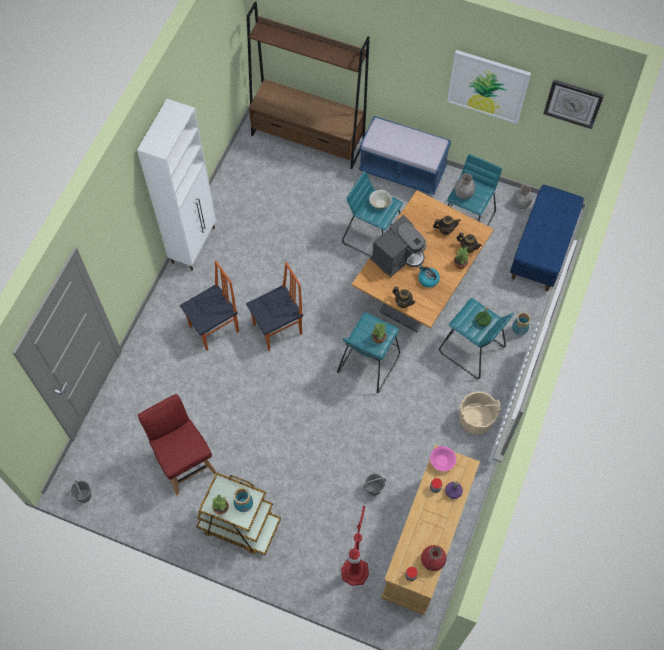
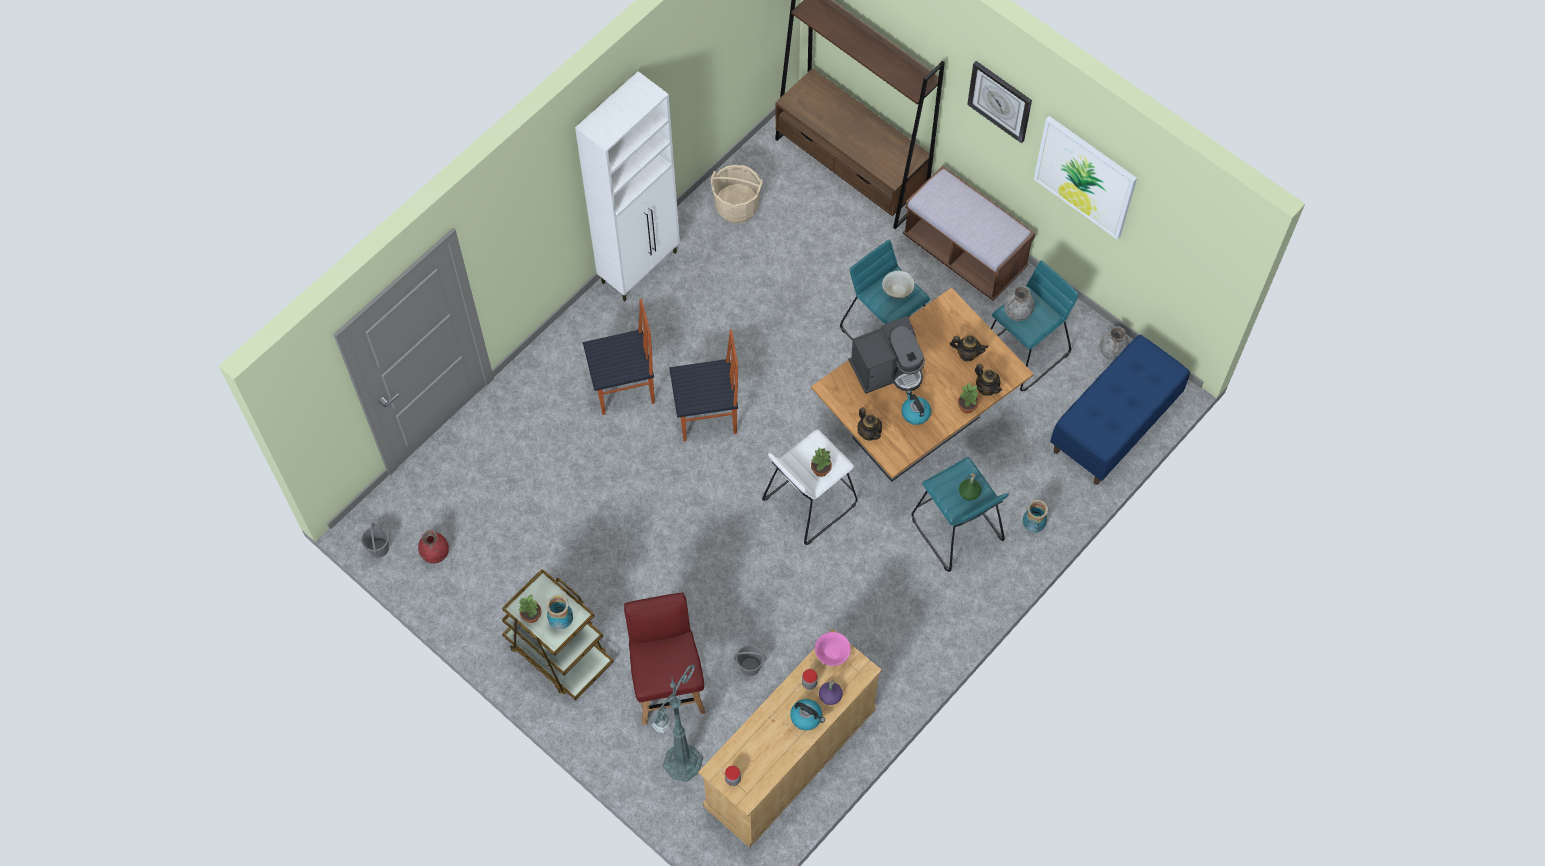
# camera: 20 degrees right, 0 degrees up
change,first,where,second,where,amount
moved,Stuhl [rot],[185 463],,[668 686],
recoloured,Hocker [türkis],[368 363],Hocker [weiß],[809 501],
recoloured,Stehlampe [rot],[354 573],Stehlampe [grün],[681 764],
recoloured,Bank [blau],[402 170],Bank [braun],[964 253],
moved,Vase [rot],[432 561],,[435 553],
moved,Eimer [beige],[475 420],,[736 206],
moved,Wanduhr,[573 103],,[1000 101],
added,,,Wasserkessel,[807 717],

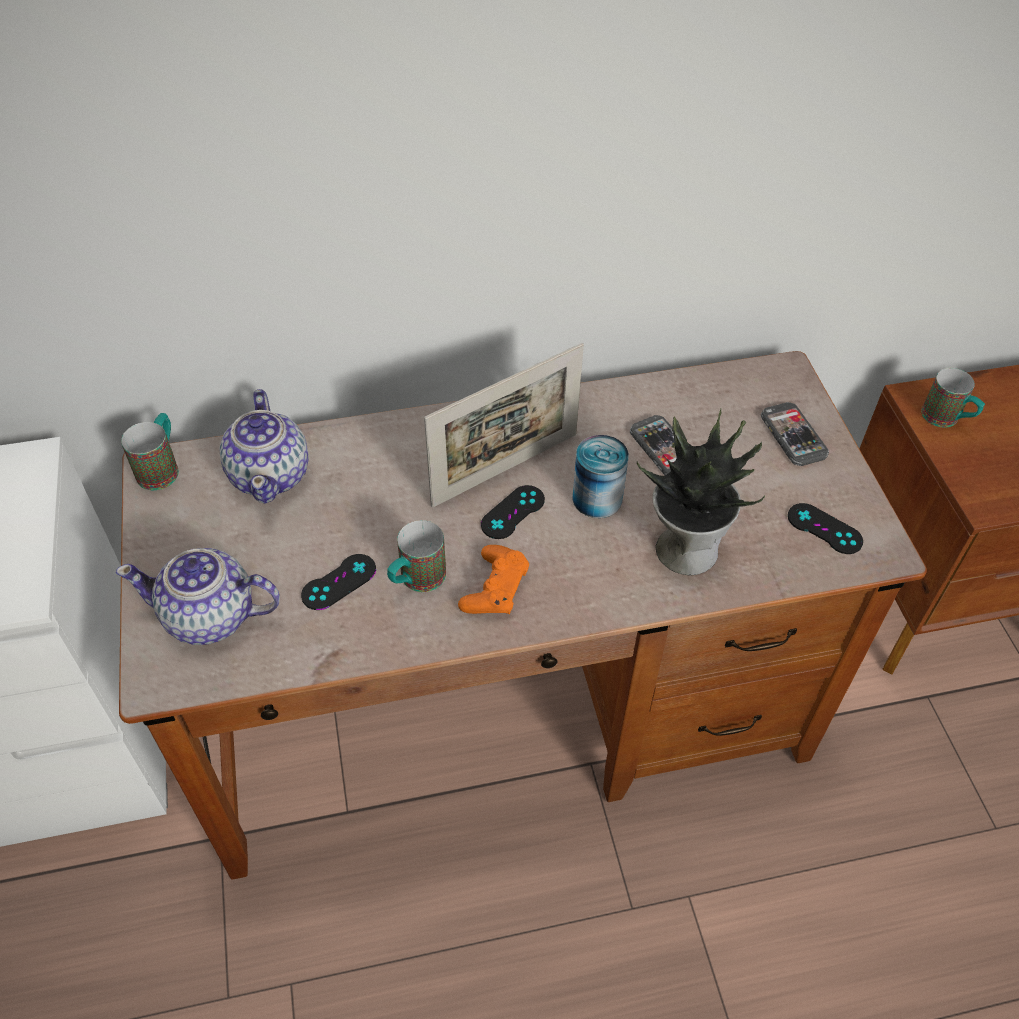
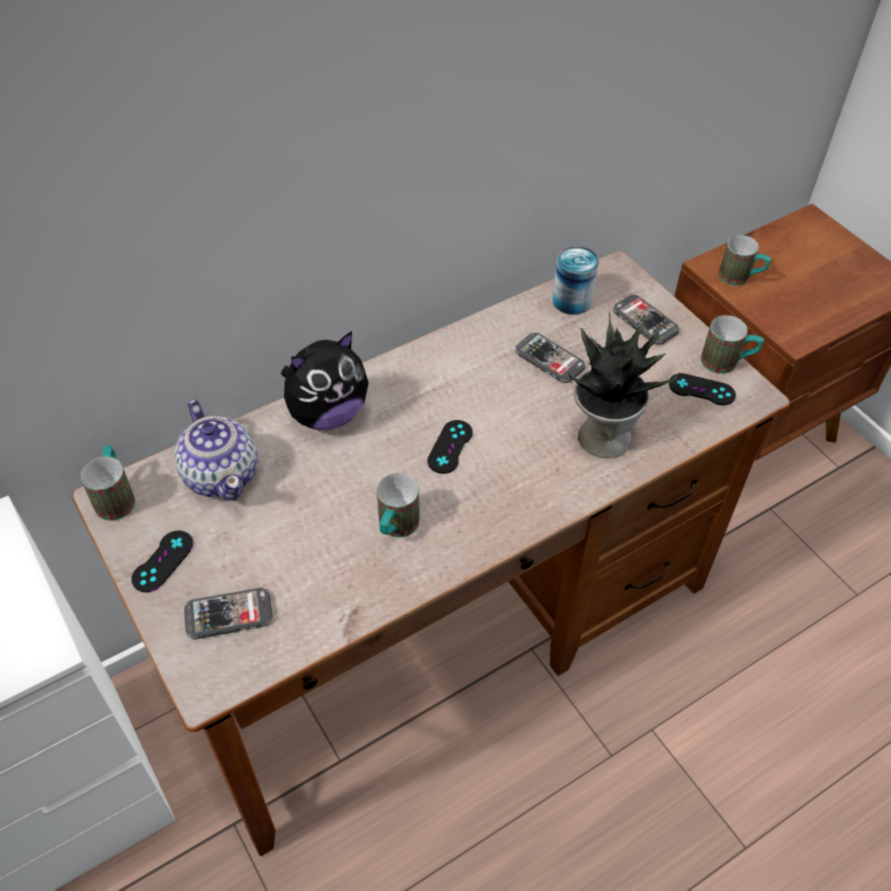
# camera: 20 degrees left, 0 degrees up
change,first,where,second,where,amount
replaced,Teekanne,[211 617],Handy,[228 615],
moved,Gamepad [schwarz],[339 582],,[163 561],
removed,Bilderrahmen,[505 469],,,
removed,Gamepad [orange],[495 587],,,
moved,Dose,[597 498],,[572 300],
added,,,Plüschtier,[327 413],
added,,,Henkelbecher,[727 363],

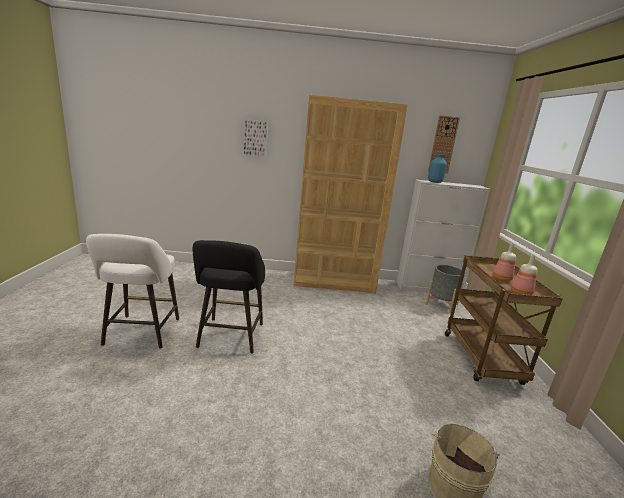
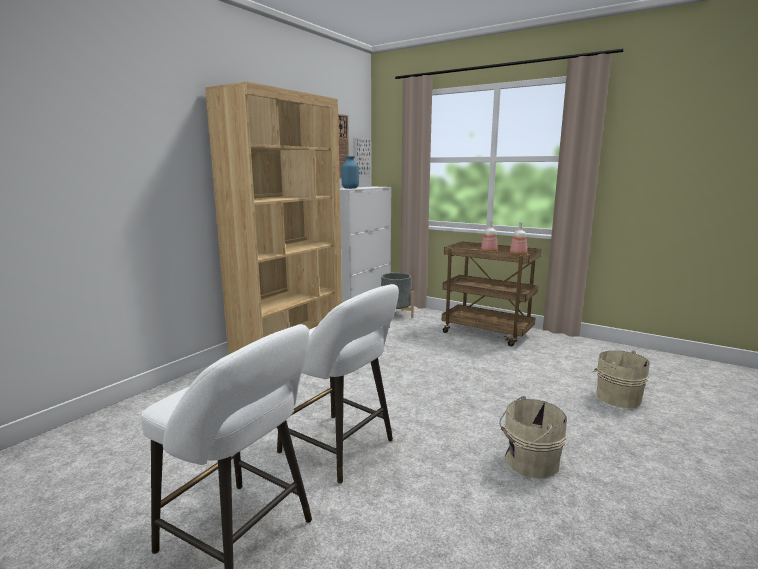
# camera: 55 degrees left, 5 degrees down
change,first,where,second,where,amount
recoloured,Hocker [schwarz],[230 338],Hocker [weiß],[341 449],
moved,Bild,[255 138],,[360 157],
added,,,Eimer [beige],[528 461],

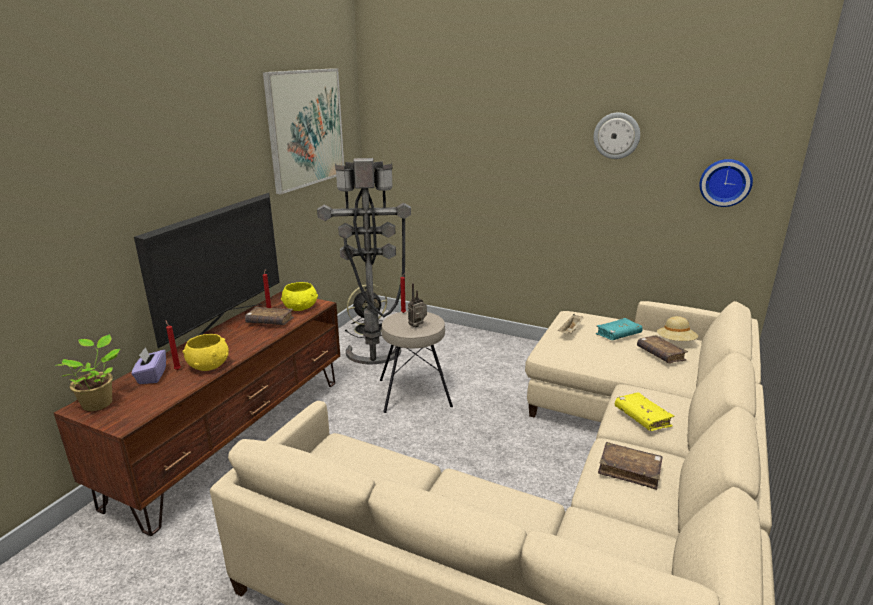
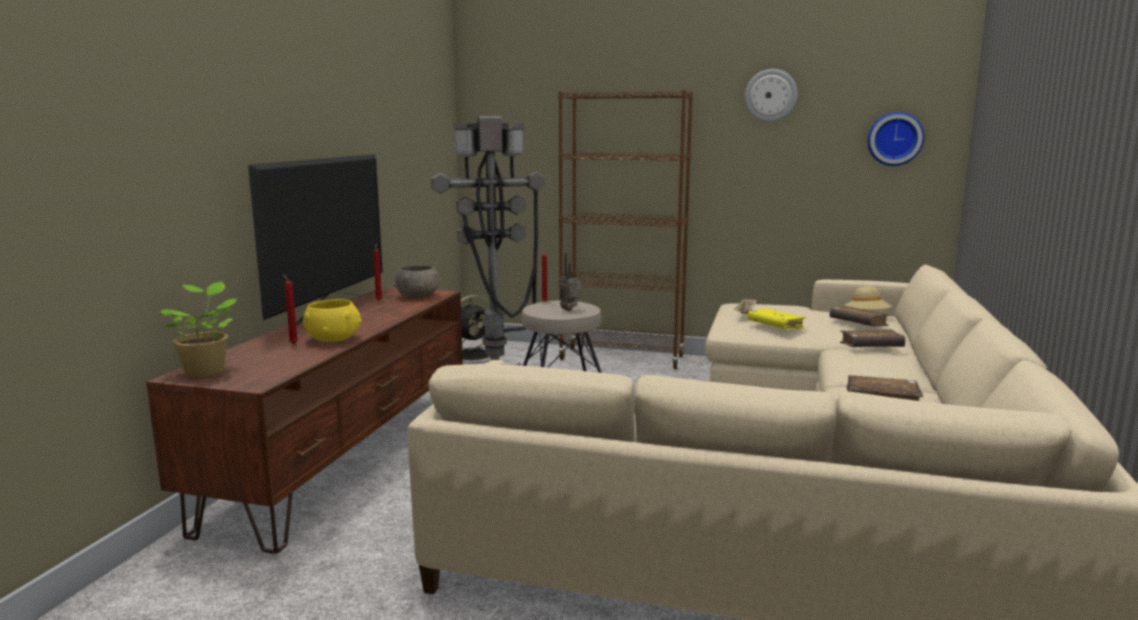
# camera: 10 degrees left, 10 degrees down
change,first,where,second,where,amount
removed,Taschentuchbox [lila],[151 376],,,
moved,Buch [braun],[270 322],,[871 347],
removed,Bild,[306 128],,,
recoloured,Schüssel [gelb],[301 308],Schüssel [grau],[418 296],
removed,Buch [türkis],[618 335],,,
moved,Buch [gelb],[642 417],,[775 326],
added,,,Bücherregal [braun],[622 358],

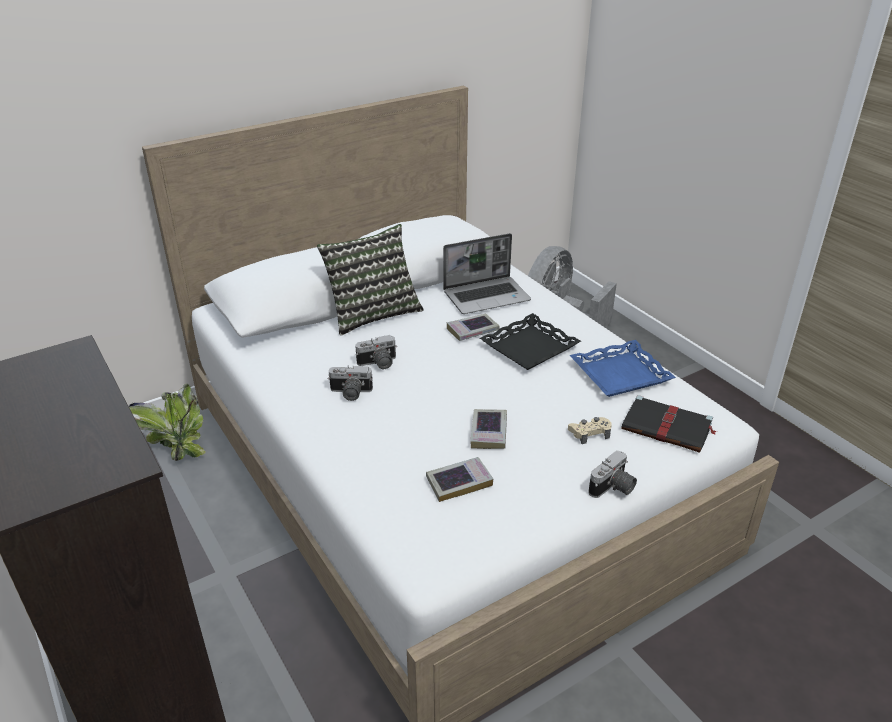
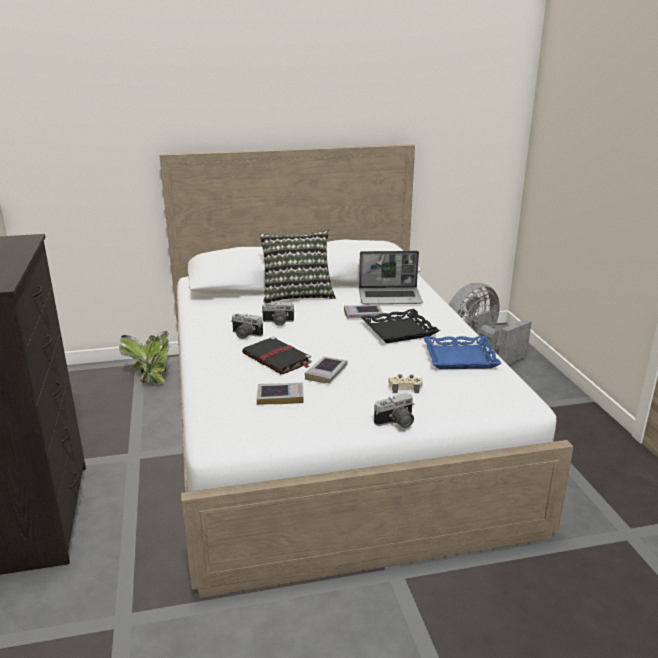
# camera: 20 degrees right, 10 degrees down
change,first,where,second,where,amount
moved,Buch [schwarz],[668 427],,[277 358],

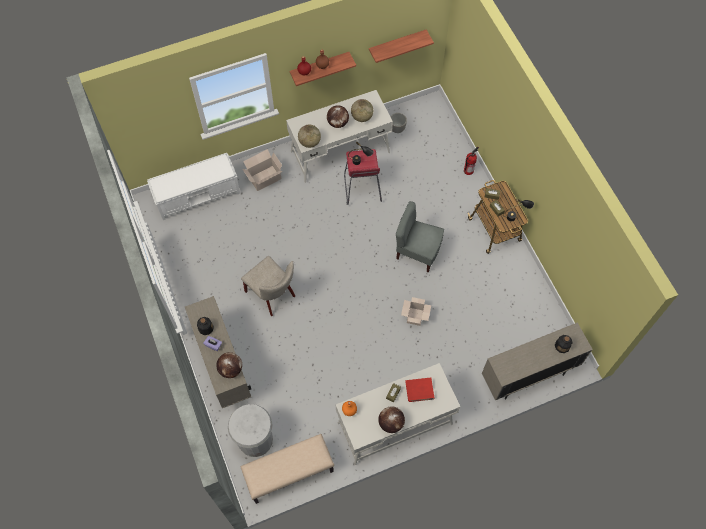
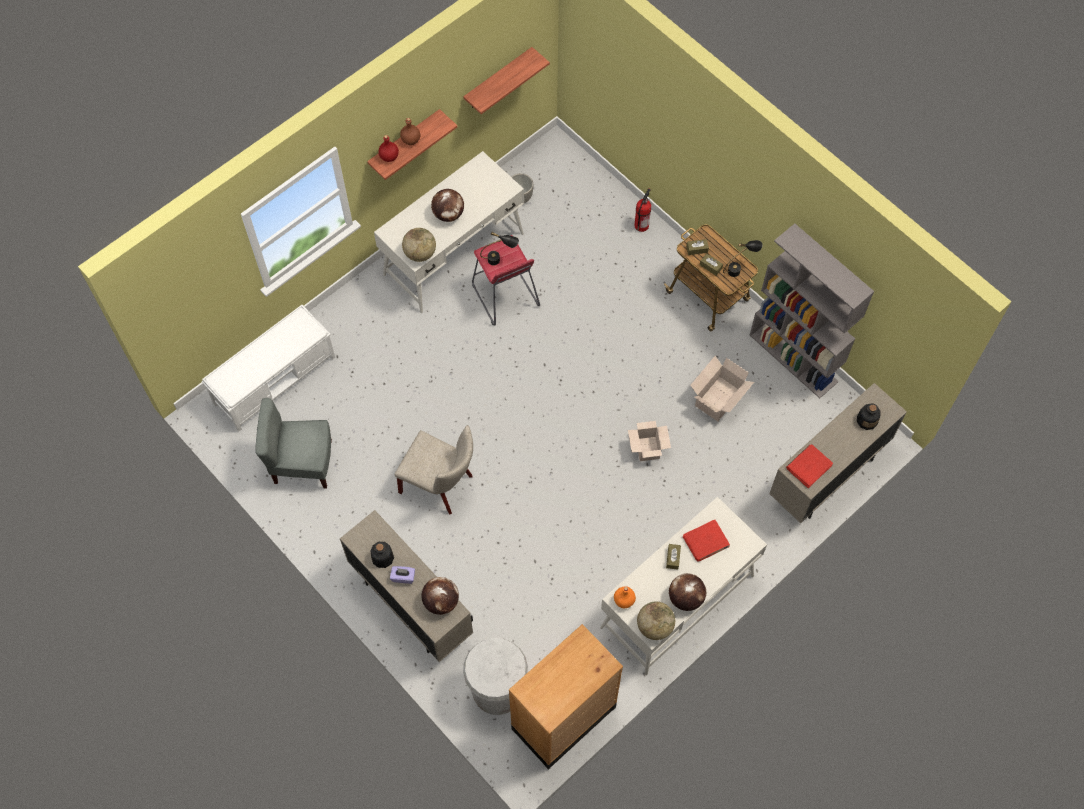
# camera: 20 degrees left, 0 degrees up
change,first,where,second,where,amount
replaced,Bank [beige],[289 473],Kommode [braun],[562 719],
moved,Karton,[264 178],,[717 399],
moved,Globus,[361 117],,[654 626],
moved,Stuhl [grau],[417 252],,[302 463],
added,,,Bücherregal [grau],[794 358],
added,,,Buch [rot],[808 466],

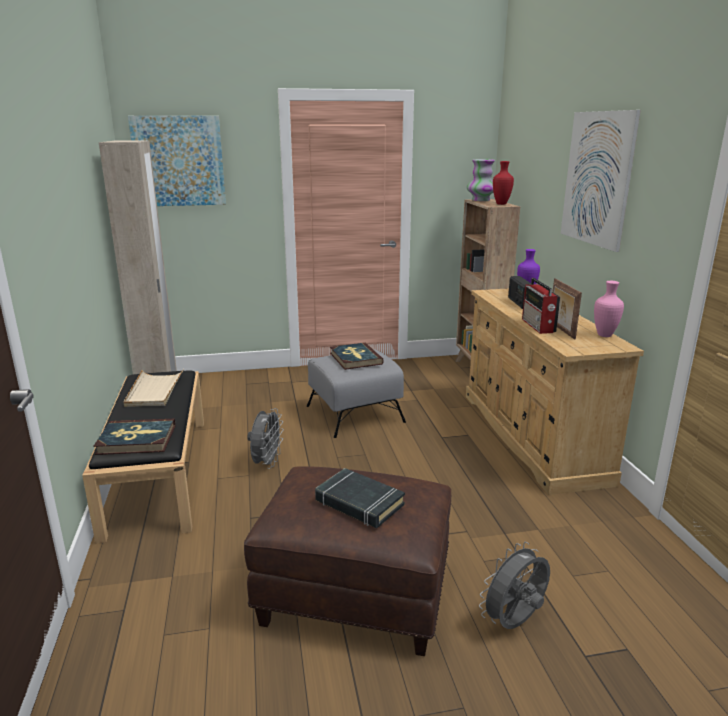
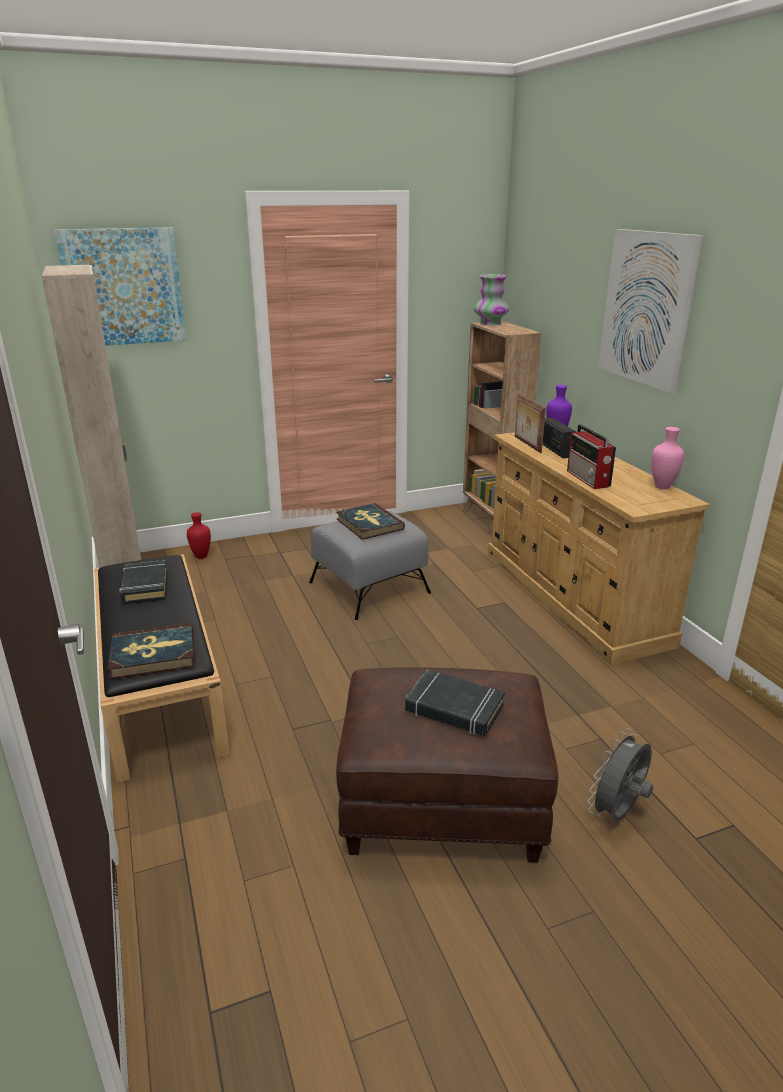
# camera: 10 degrees left, 5 degrees up
change,first,where,second,where,amount
replaced,Tablett [beige],[154 390],Buch [schwarz],[144 586],
removed,Ventilator [grau],[267 463],,,
moved,Vase [rot],[502 204],,[202 556],
moved,Bilderrahmen,[560 330],,[526 444],

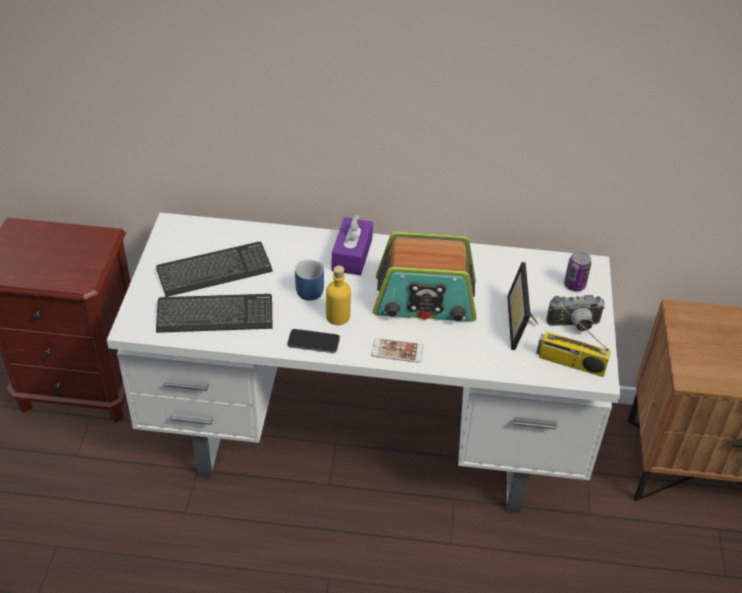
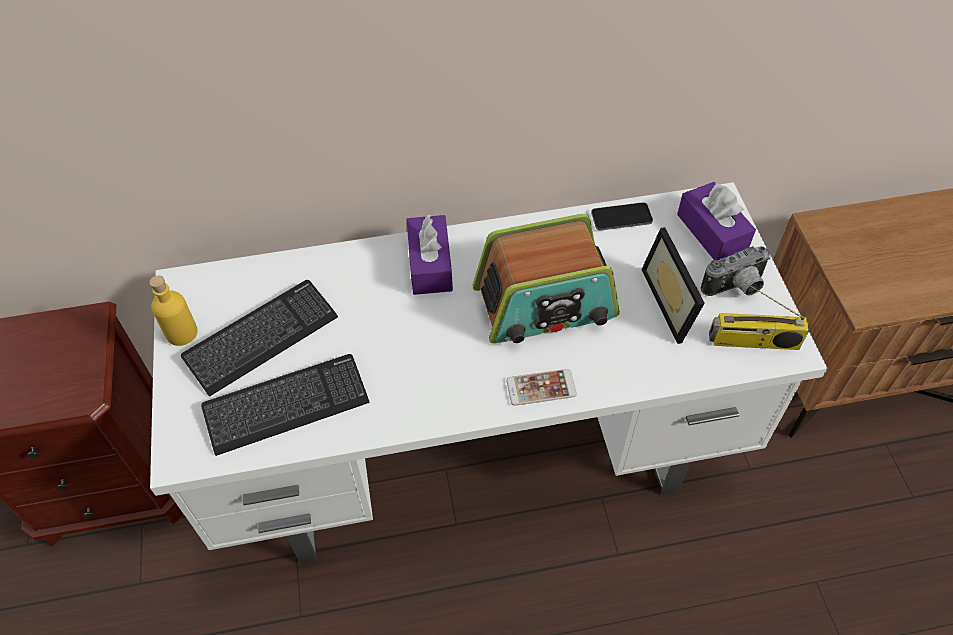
# camera: 15 degrees left, 10 degrees up
change,first,where,second,where,amount
moved,Handy,[313 342],,[621 218],
removed,Henkelbecher [blau],[307 289],,,
moved,Flasche [gelb],[338 316],,[182 333],
replaced,Dose,[574 285],Taschentuchbox [lila],[712 232],

